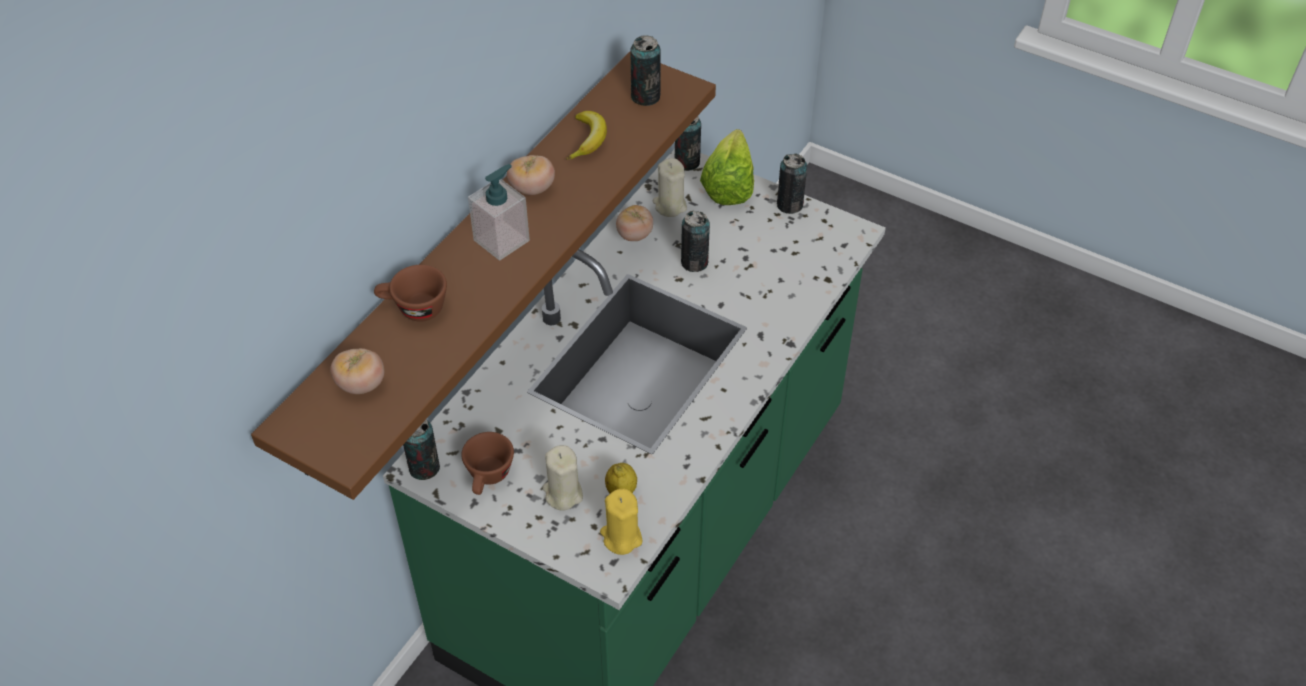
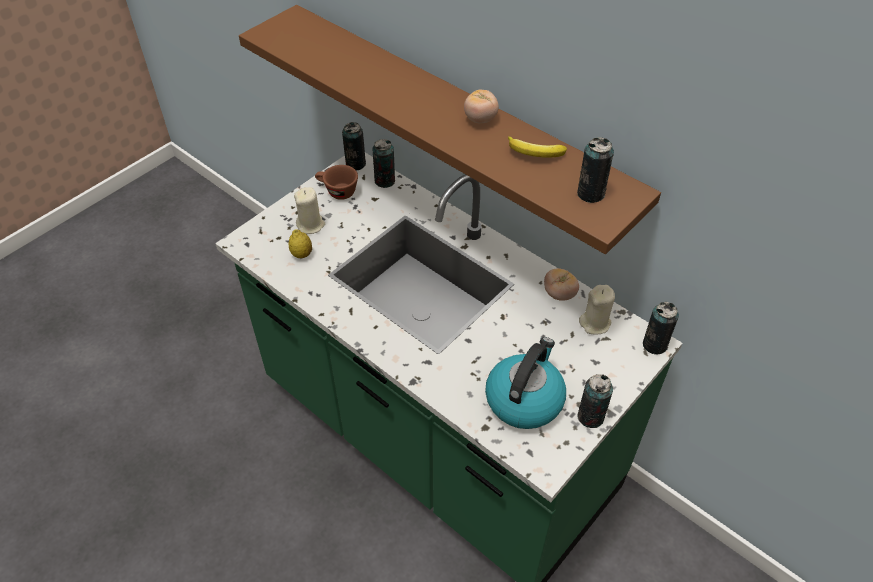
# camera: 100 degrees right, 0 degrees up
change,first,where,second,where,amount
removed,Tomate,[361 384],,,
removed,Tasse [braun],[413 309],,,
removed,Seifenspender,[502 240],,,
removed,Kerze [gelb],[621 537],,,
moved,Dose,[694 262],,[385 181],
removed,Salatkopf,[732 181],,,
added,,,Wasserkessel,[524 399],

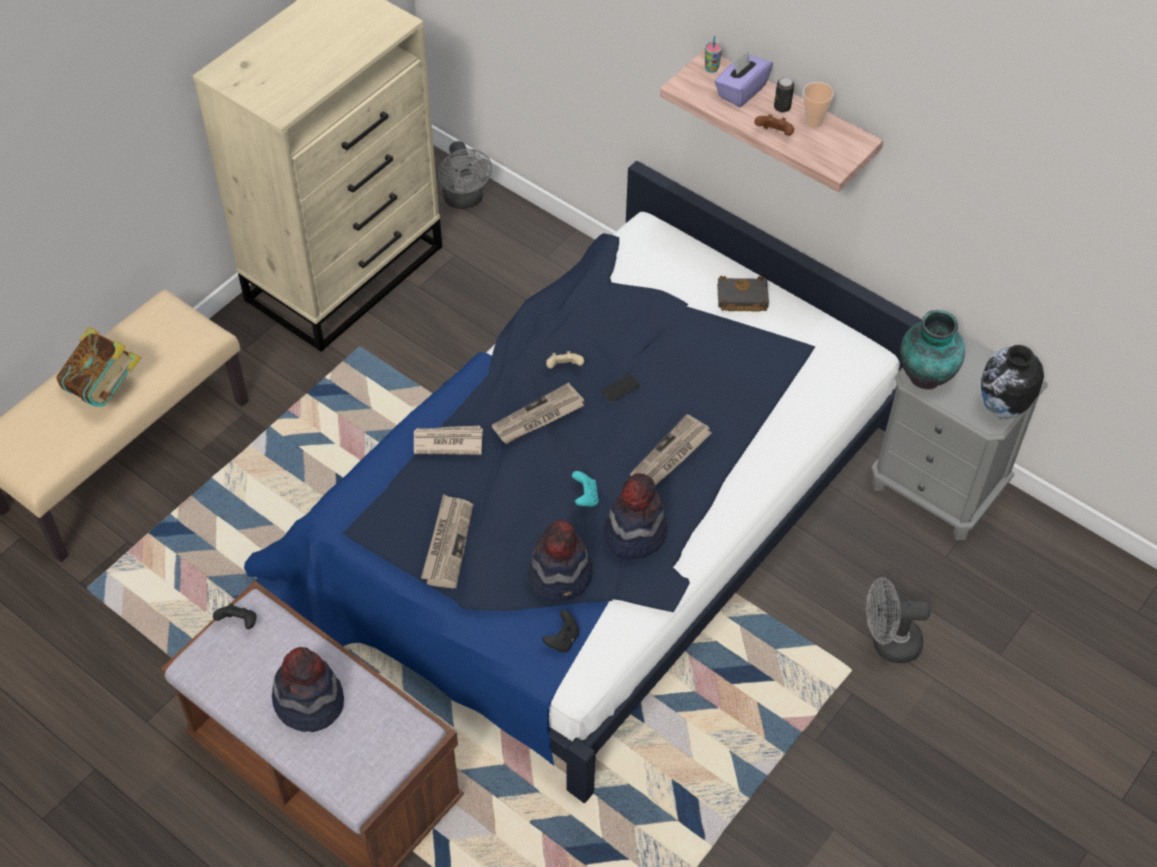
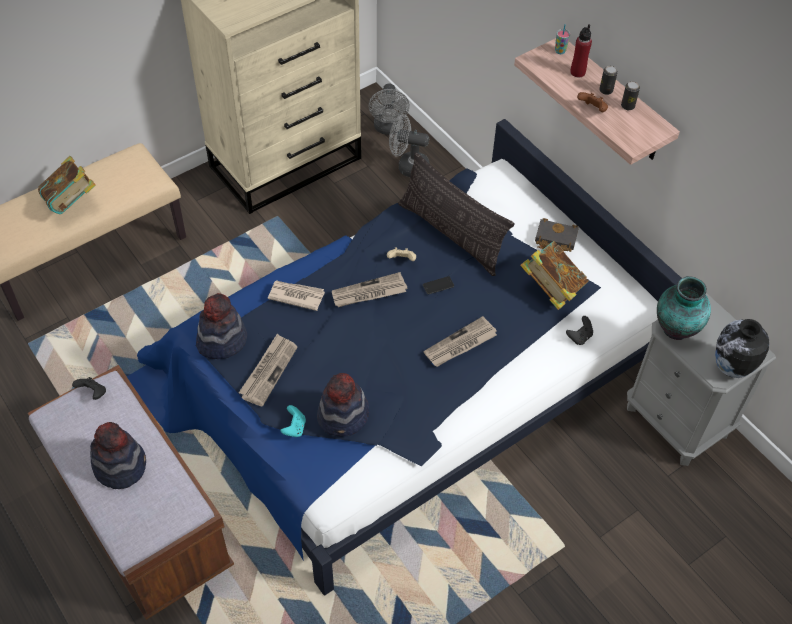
# camera: 15 degrees right, 0 degrees up
change,first,where,second,where,amount
moved,Gamepad [schwarz],[562 639],,[579 337],
moved,Gamepad [türkis],[585 497],,[294 428],
moved,Hut,[634 533],,[221 340],
replaced,Taschentuchbox [lila],[741 91],Flasche [rot],[577 72],
replaced,Tasse,[813 121],Dose,[627 106],
moved,Ventilator [grau],[888 643],,[408 166],
added,,,Kissen,[451 234],
added,,,Buch,[551 289],

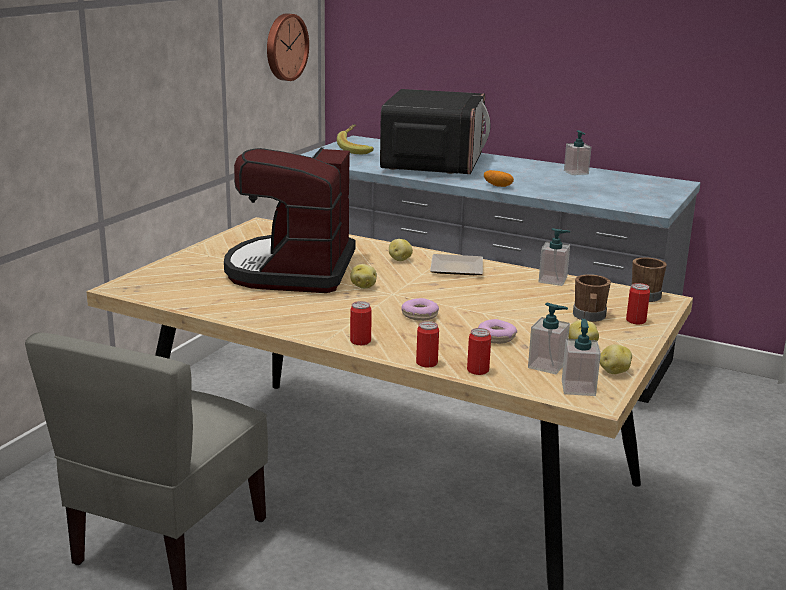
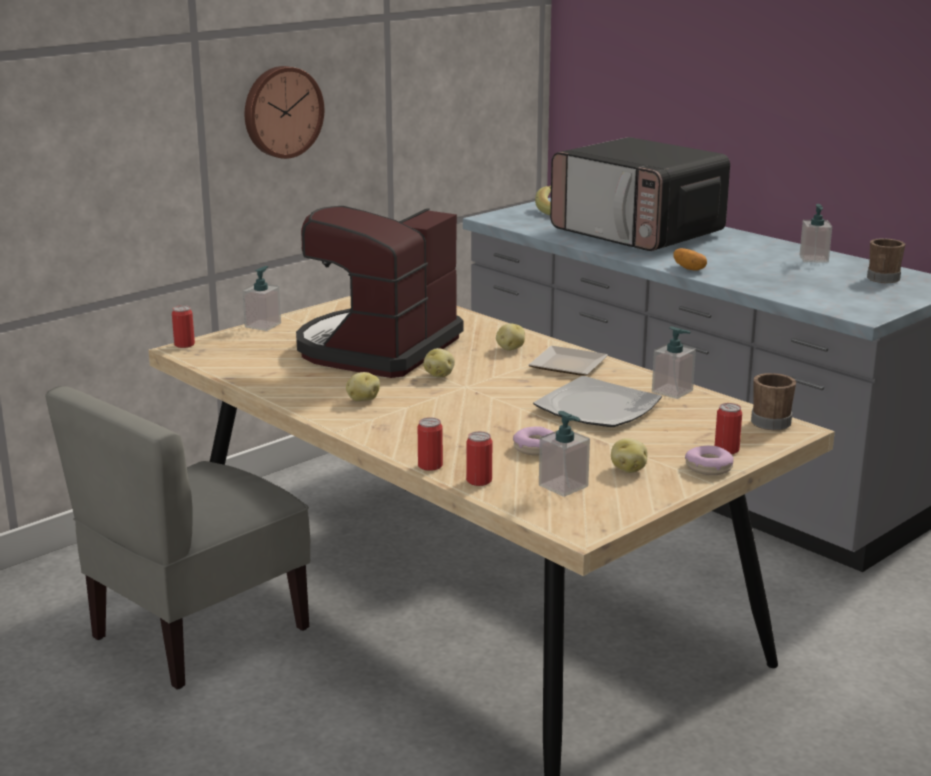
# camera: 20 degrees right, 0 degrees up
change,first,where,second,where,amount
moved,Wanduhr,[285 47],,[281 111],
moved,Dose,[360 341],,[184 344],
turned,Mikrowelle,[433 163],,[638 233],105 degrees clockwise
moved,Donut,[419 315],,[708 467],
moved,Seifenspender,[578 388],,[263 325],
moved,Henkelbecher [braun],[589 317],,[882 279],
moved,Kartoffel,[613 371],,[362 399],
added,,,Teller,[599 408],

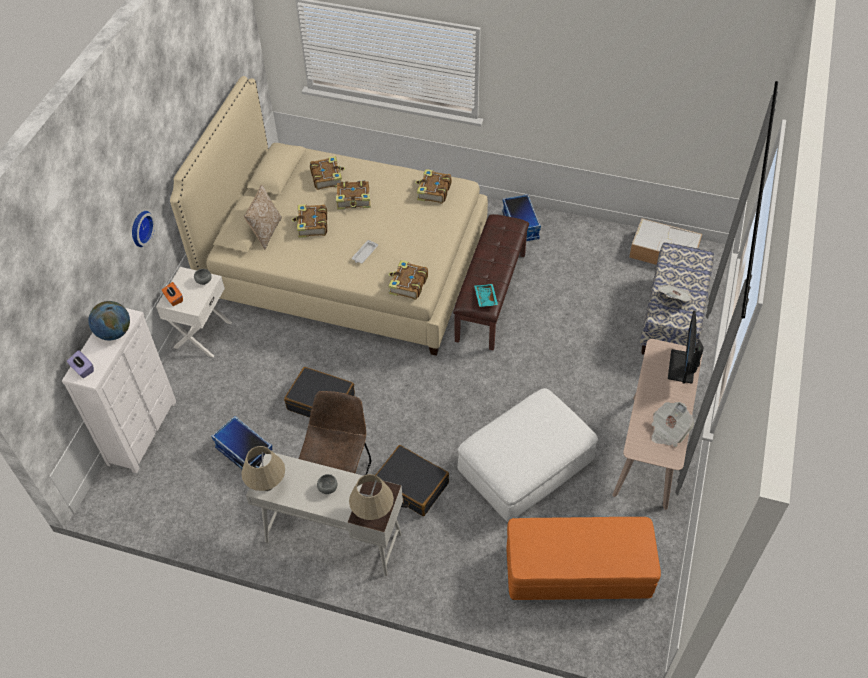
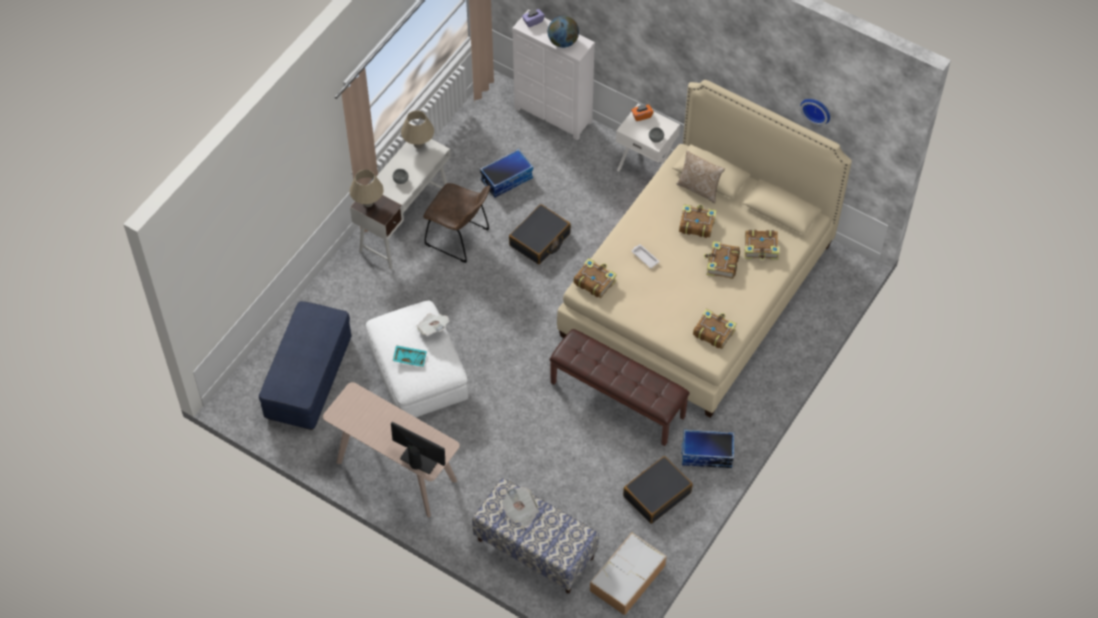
# camera: 105 degrees right, 5 degrees up
change,first,where,second,where,amount
moved,Wanduhr,[140 228],,[816 109],
moved,Koffer [schwarz],[411 486],,[657 494],
moved,Tablett [türkis],[485 298],,[410 358],
recoloured,Polsterhocker [orange],[577 572],Polsterhocker [blau],[308 378],
moved,Zeitung,[668 431],,[433 328],

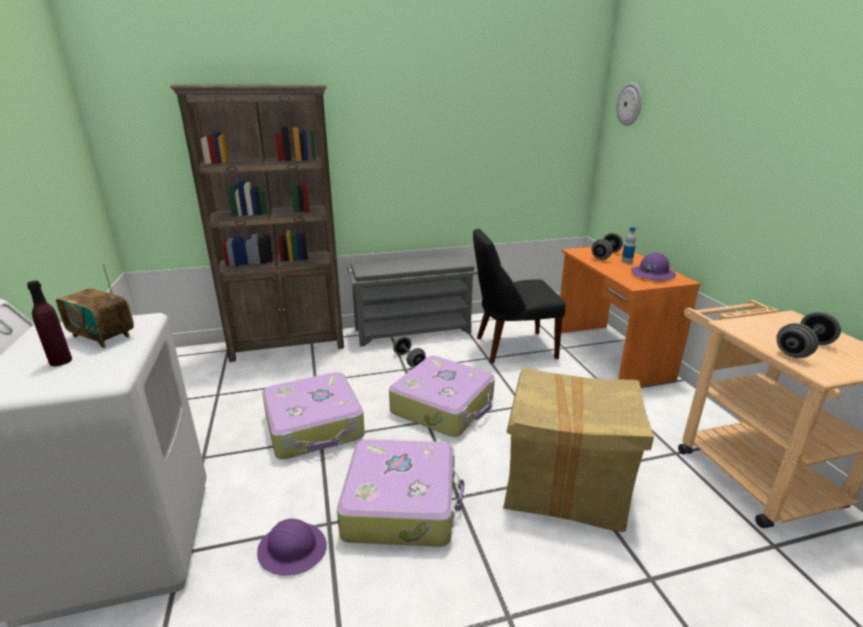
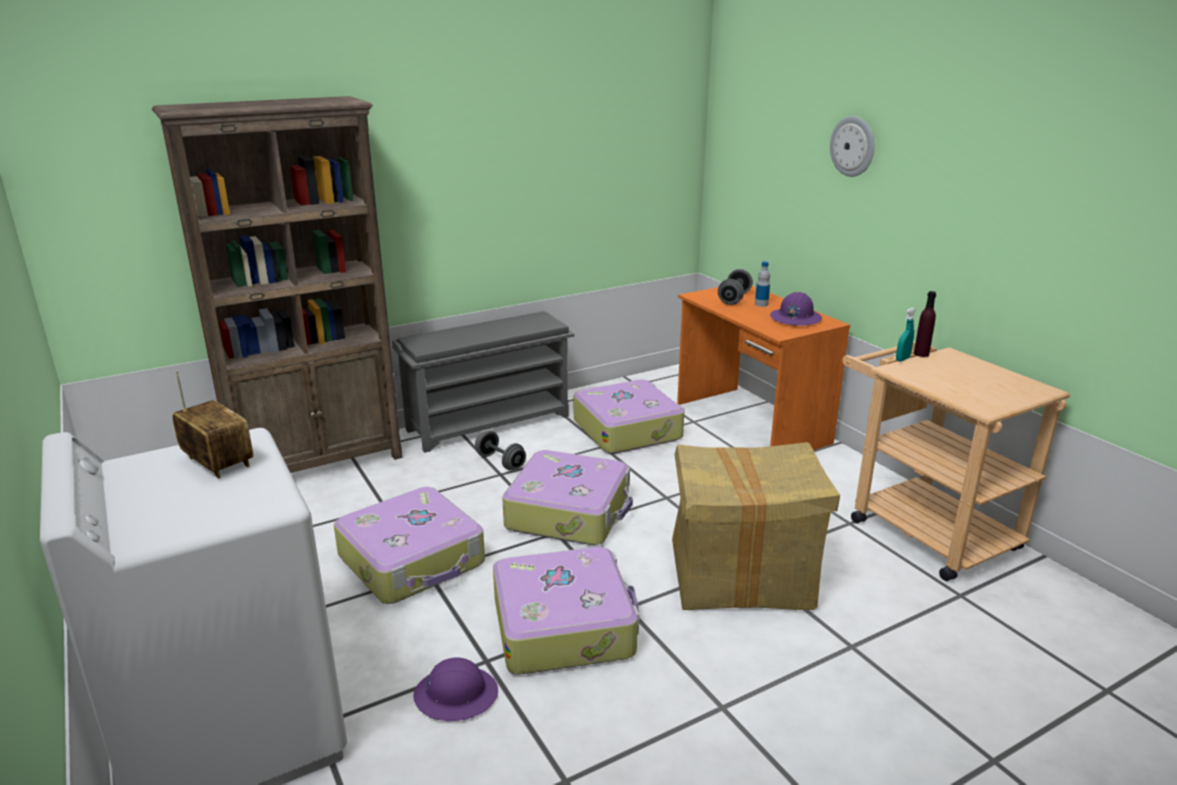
# camera: 15 degrees left, 0 degrees up
change,first,where,second,where,amount
moved,Flasche [lila],[60 361],,[921 354],
turned,Radio,[102 336],,[218 462],150 degrees counterclockwise
replaced,Stuhl [schwarz],[511 347],Koffer,[628 429],
moved,Wanduhr,[630 104],,[853 146],
removed,Hantel [grau],[803 349],,,
added,,,Sprühflasche [türkis],[902 359],

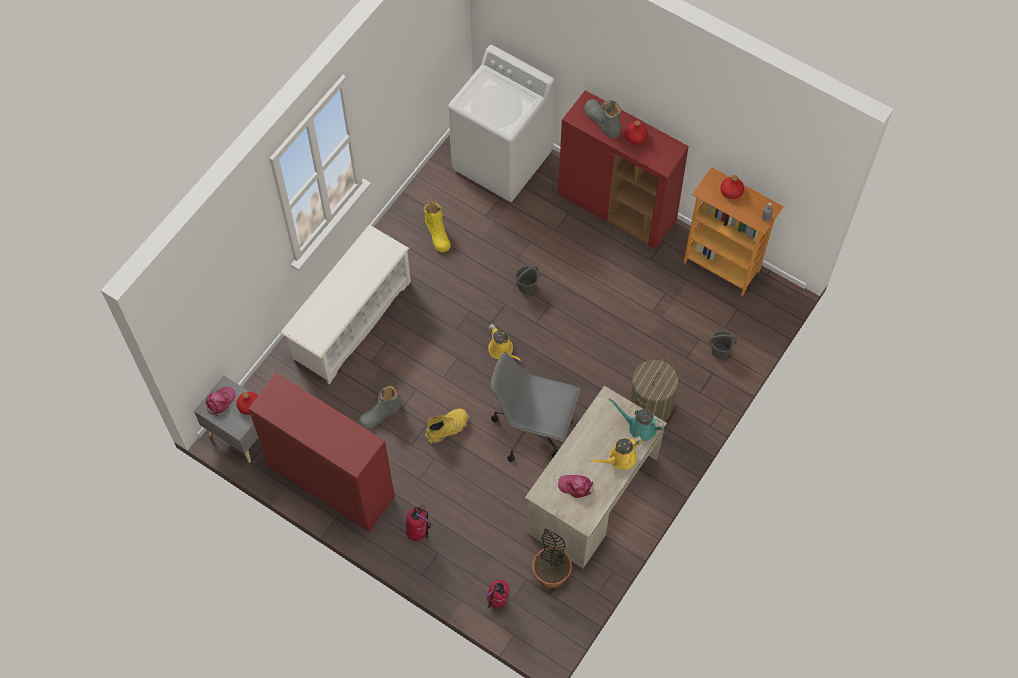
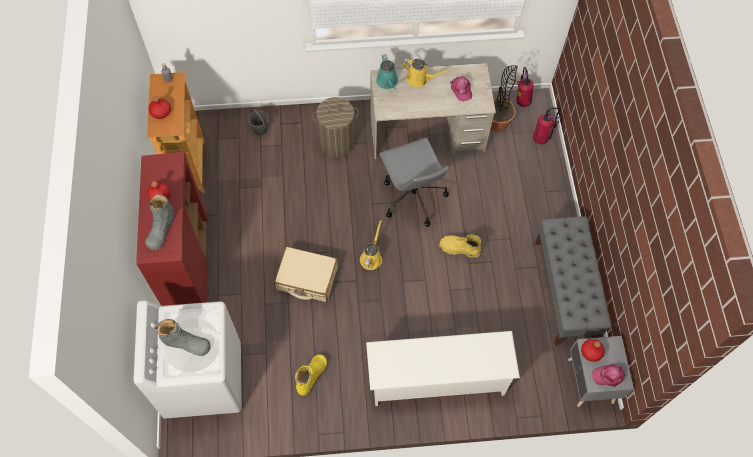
# camera: 130 degrees left, 0 degrees up
change,first,where,second,where,amount
replaced,Schrank [rot],[330 482],Bank [grau],[565 291],
moved,Stiefel [grau],[381 414],,[186 343],
moved,Feuerlöscher,[418 532],,[521 102],
replaced,Eimer [grau],[526 287],Koffer [beige],[306 278],

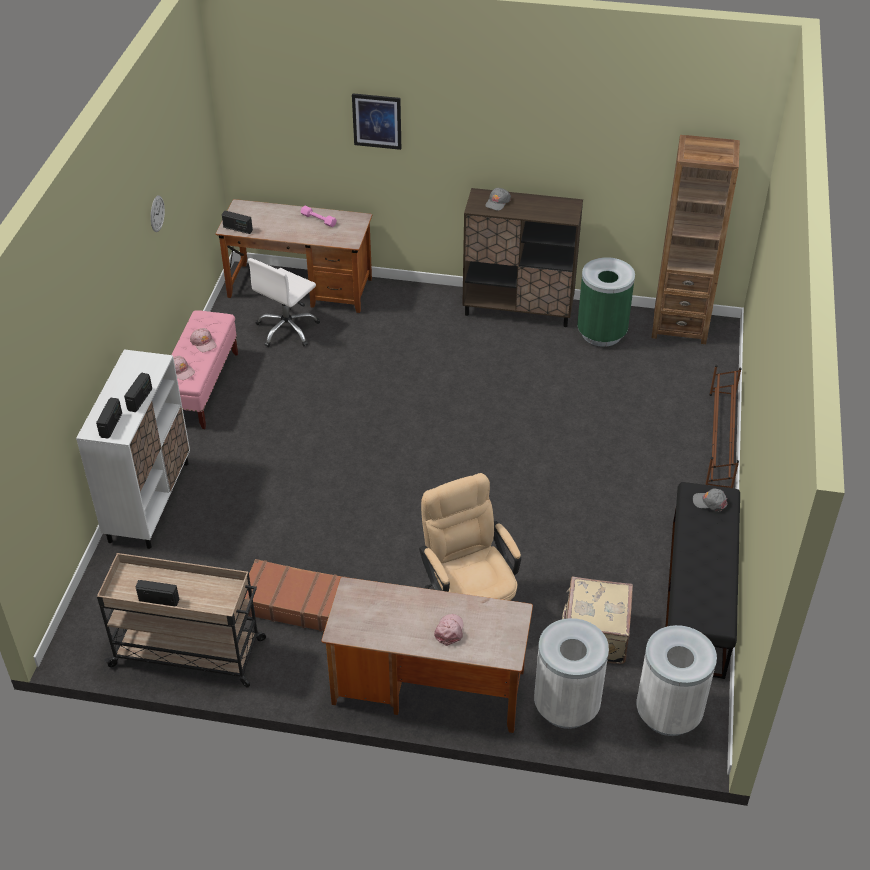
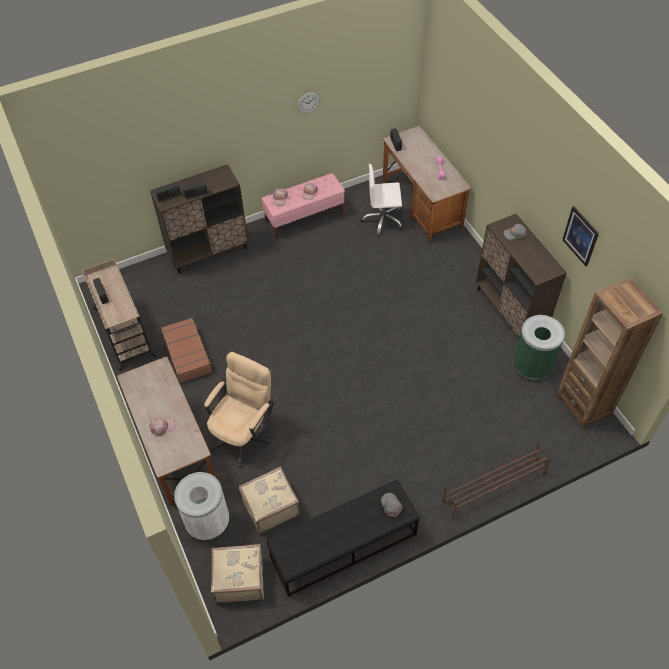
# camera: 55 degrees right, 10 degrees up
change,first,where,second,where,amount
recoloured,Schrank [weiß],[149 501],Schrank [braun],[208 251],
moved,Bild,[377 121],,[580 236],
replaced,Mülleimer [weiß],[668 713],Koffer [beige],[239 579],

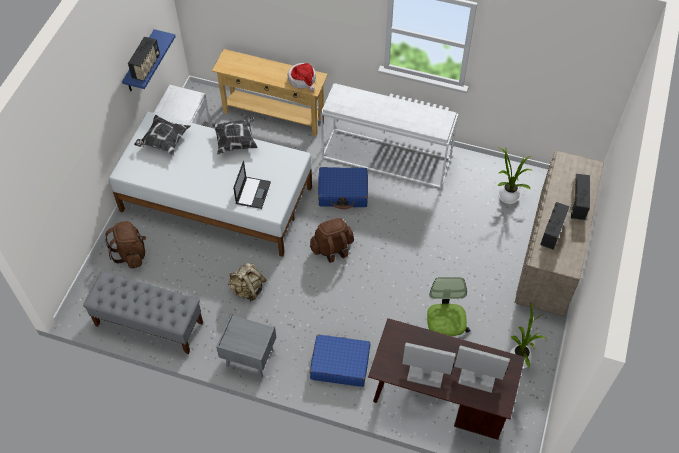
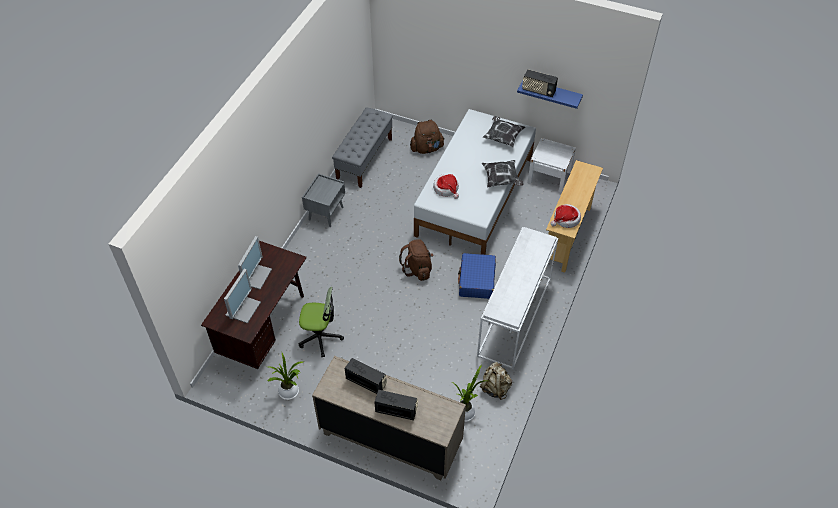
# camera: 95 degrees right, 5 degrees down
change,first,where,second,where,amount
moved,Rucksack [beige],[248 289],,[495 387],
replaced,Laptop,[253 192],Hut,[446 189],
removed,Koffer [blau],[340 364],,,

